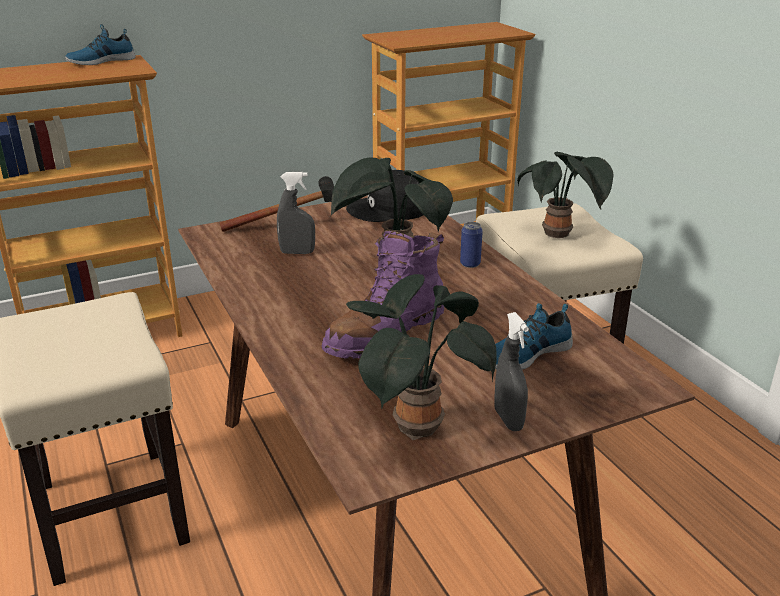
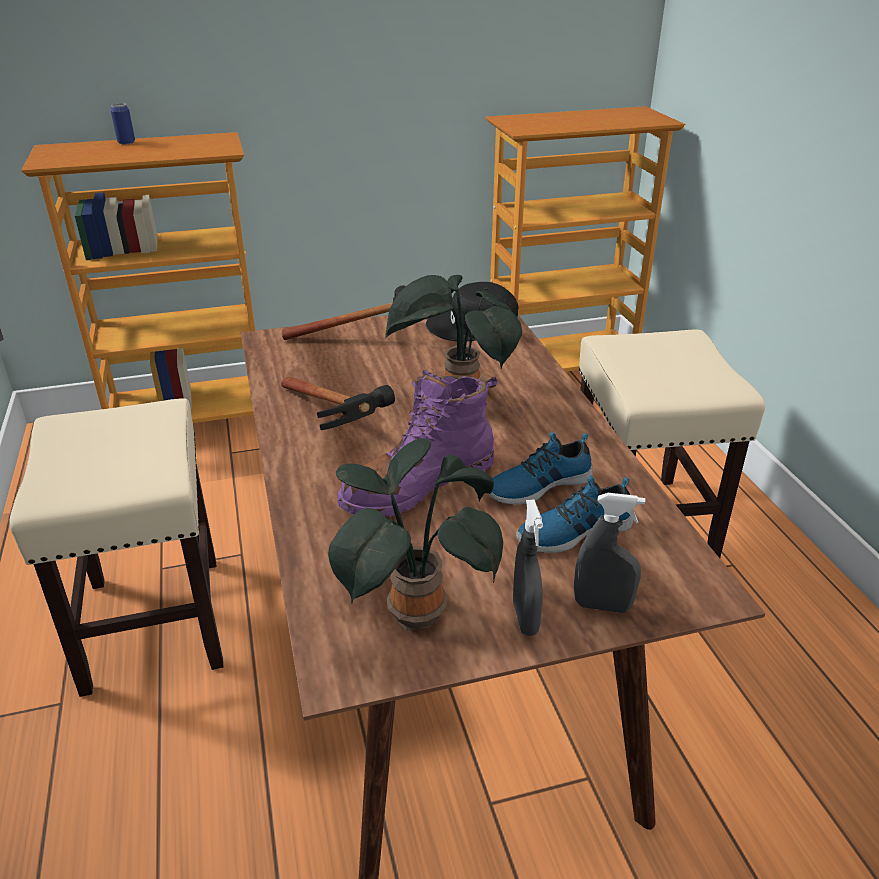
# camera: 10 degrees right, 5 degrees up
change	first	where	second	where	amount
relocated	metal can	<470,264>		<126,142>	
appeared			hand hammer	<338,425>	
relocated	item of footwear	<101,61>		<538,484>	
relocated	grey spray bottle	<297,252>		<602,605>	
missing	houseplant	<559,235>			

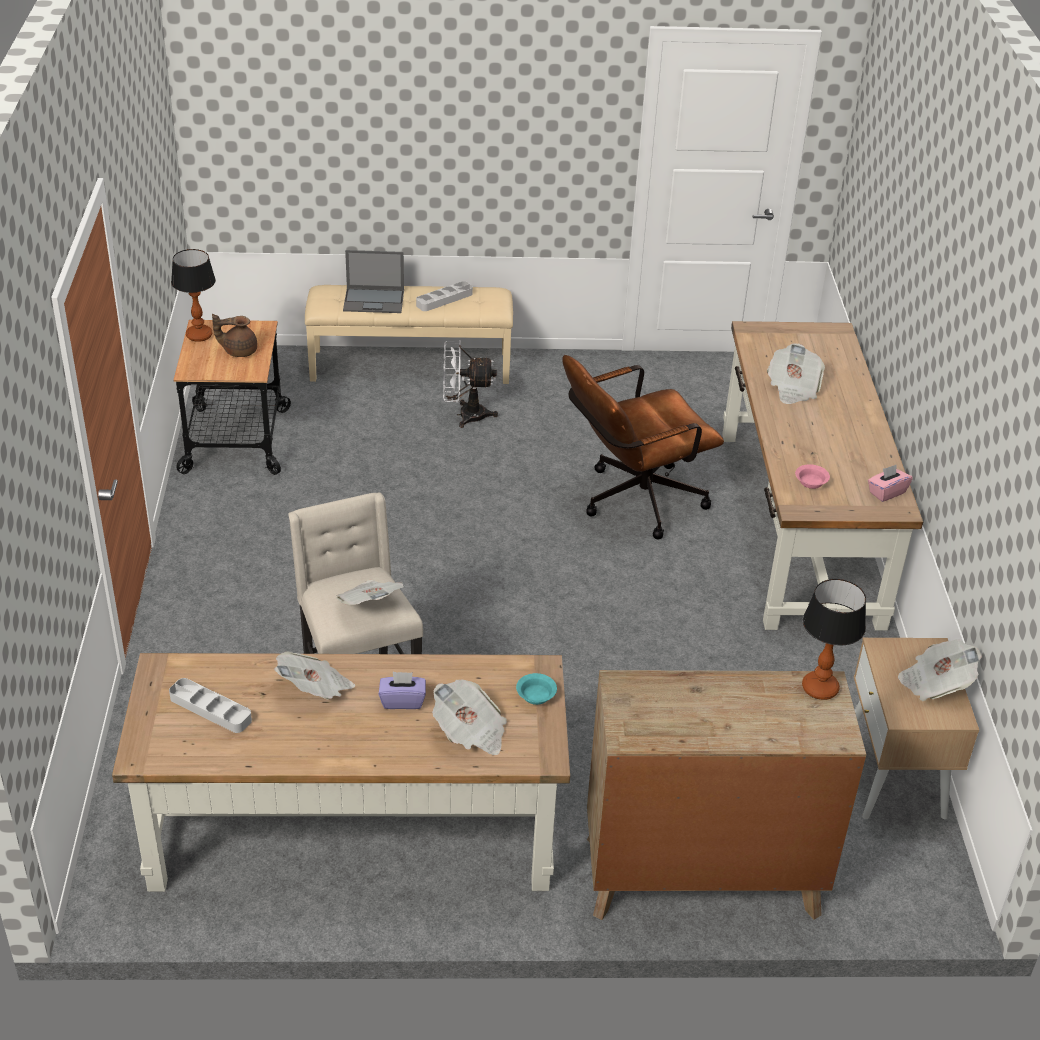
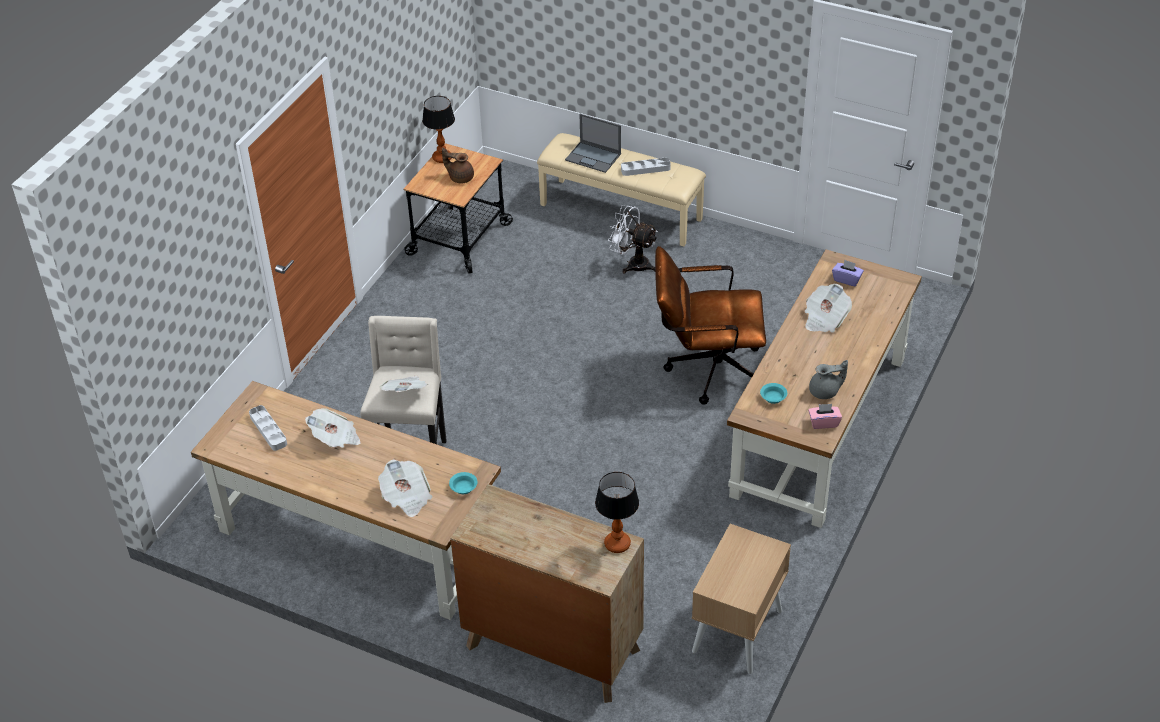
# camera: 30 degrees right, 5 degrees up
change	first	where	second	where	amount
colour	pink-coloured serving bowl	<810,482>	turquoise serving bowl	<773,397>	
appeared			grey tea pot	<825,392>	
relocated	purple tissue box	<402,701>		<847,279>	
missing	printed paper	<935,683>			

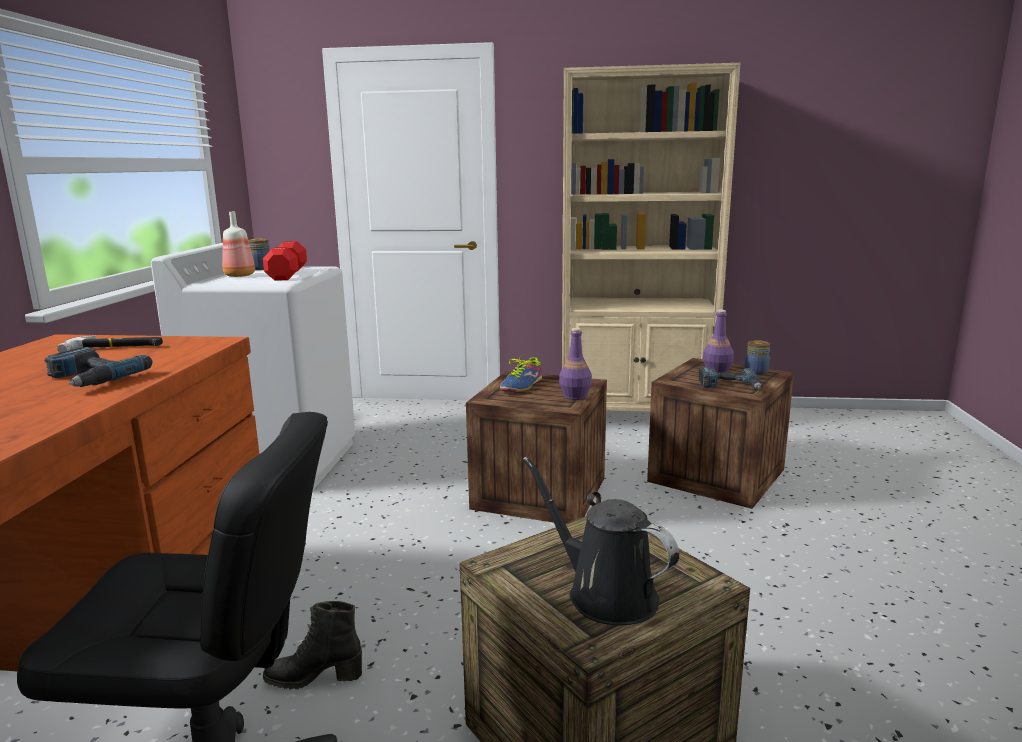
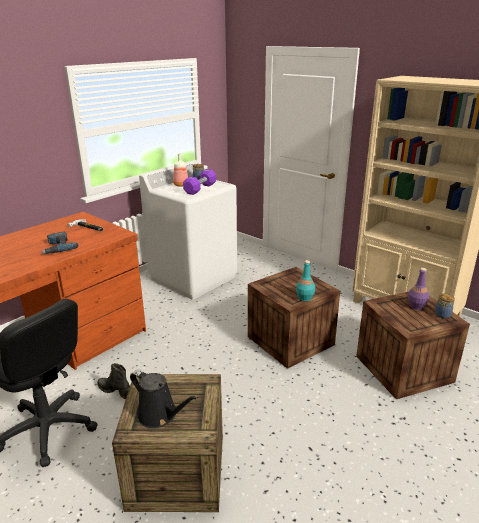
# camera: 35 degrees right, 10 degrees up
change	first	where	second	where	amount
spun	black watering can	<605,594>		<160,415>	135 degrees clockwise
colour	reddish free weight	<287,274>	purple free weight	<200,189>	
colour	purple drink bottle	<575,396>	turquoise drink bottle	<304,298>	
missing	item of footwear	<522,385>			
missing	power drill	<729,385>			

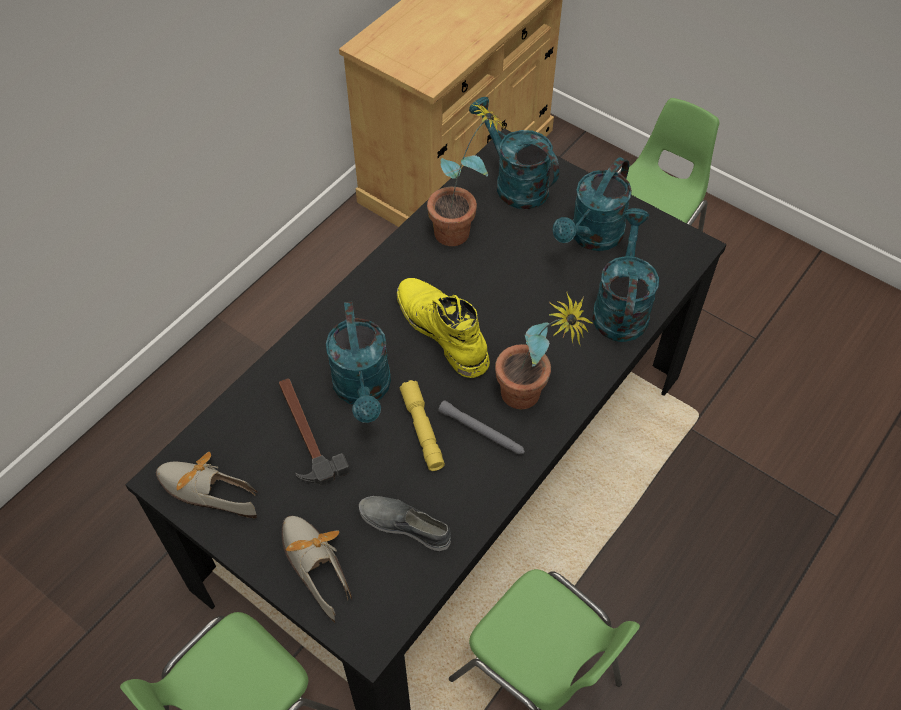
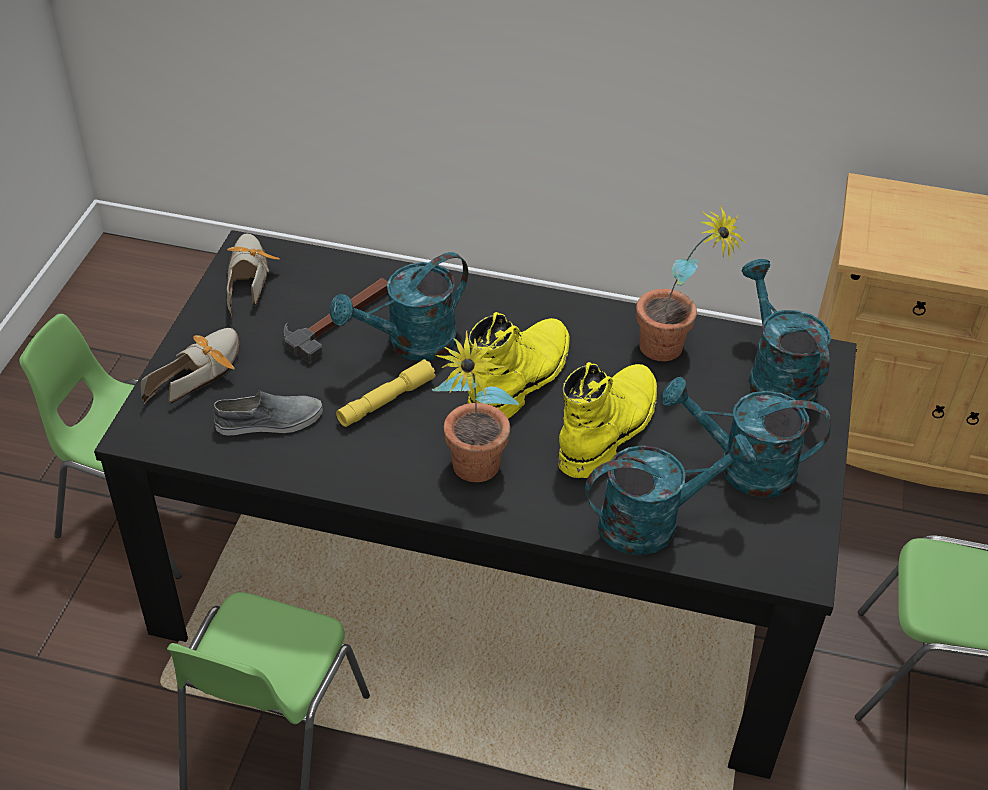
# camera: 65 degrees right, 10 degrees down
change	first	where	second	where	amount
spun	grey item of footwear	<405,524>		<269,421>	75 degrees clockwise
appeared			yellow-coloured tall boot	<609,428>	
spun	turquoise watering can	<514,183>		<775,376>	45 degrees counterclockwise
missing	grey flashlight	<482,432>			

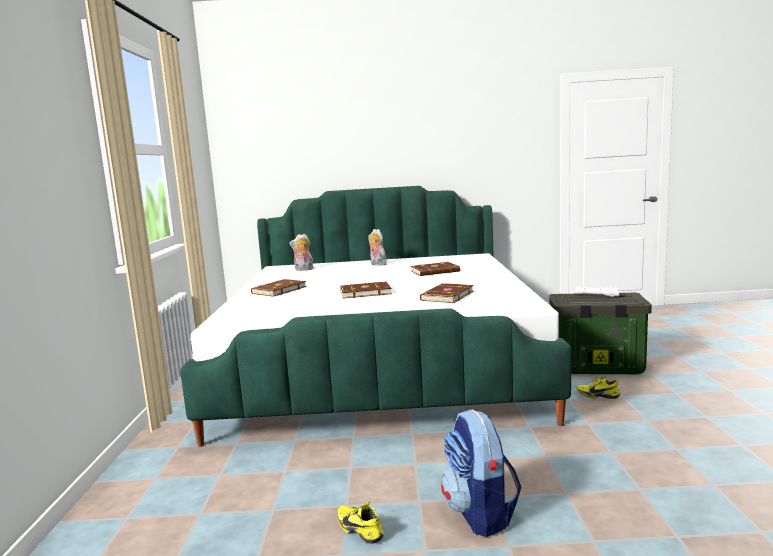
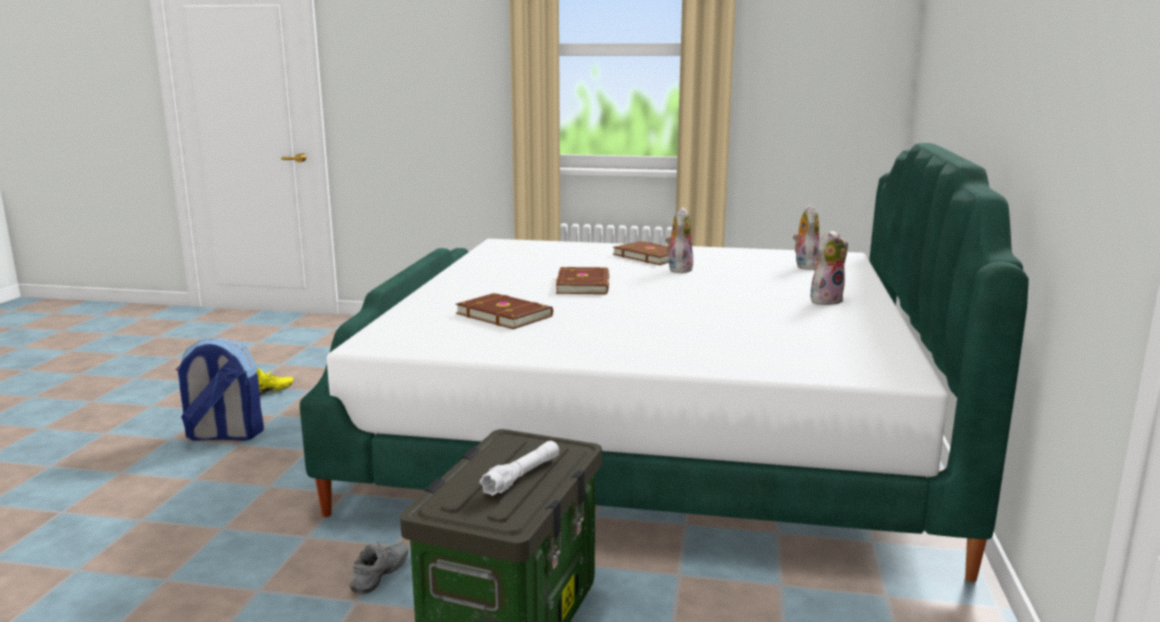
# camera: 100 degrees right, 5 degrees up
change	first	where	second	where	amount
colour	yellow-coloured item of footwear	<598,395>	grey item of footwear	<382,577>	
appeared			soft toy	<678,269>	
missing	brownish bound book	<435,271>			

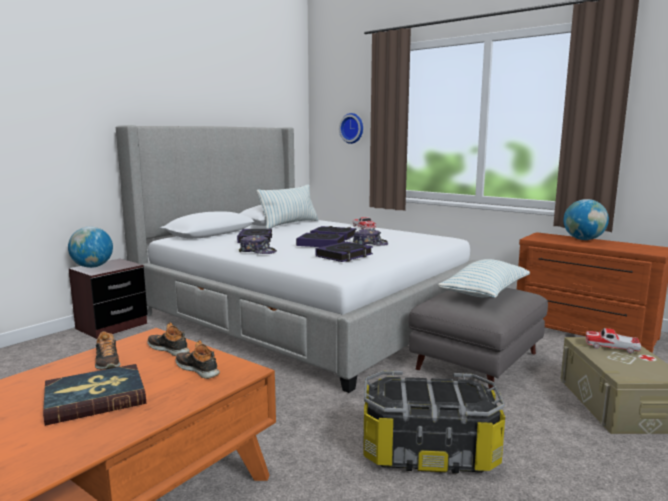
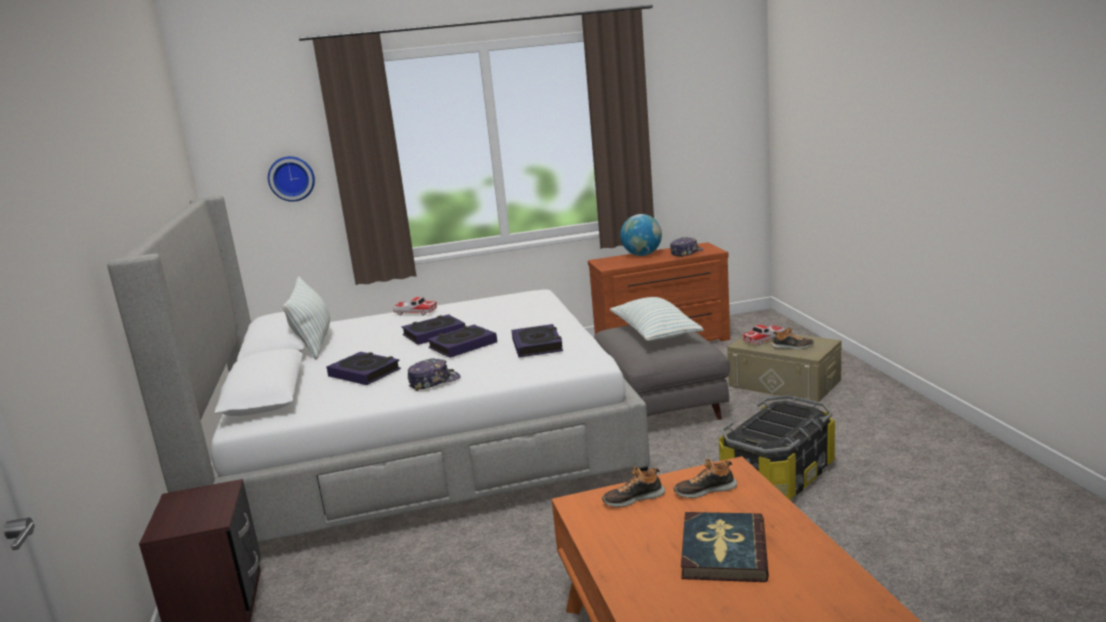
# camera: 50 degrees left, 5 degrees up
change	first	where	second	where	amount
relocated	baseball cap	<370,244>		<686,253>	
relocated	item of footwear	<107,362>		<792,347>	
missing	world globe	<92,267>			

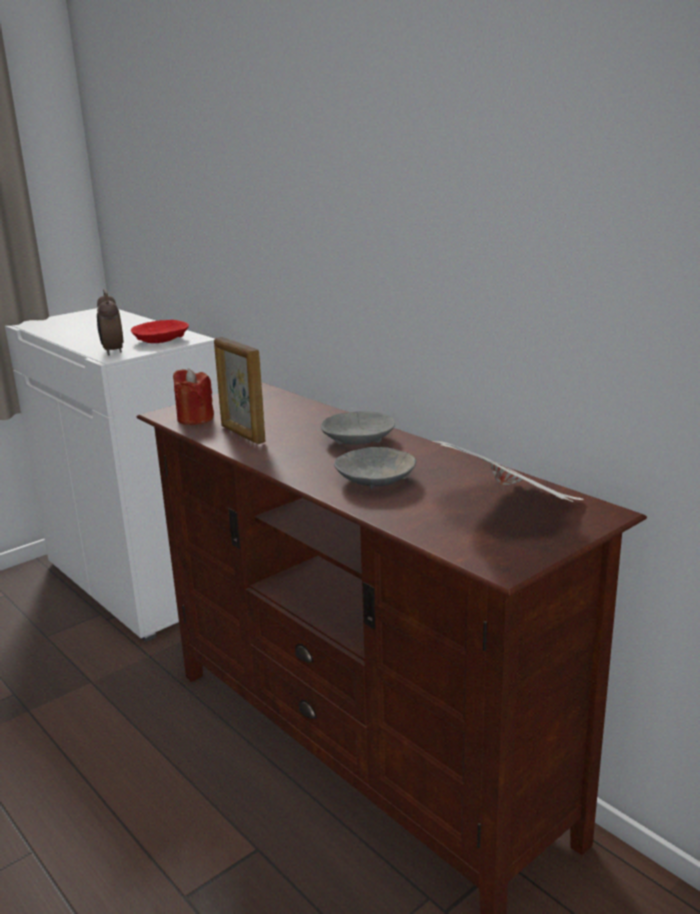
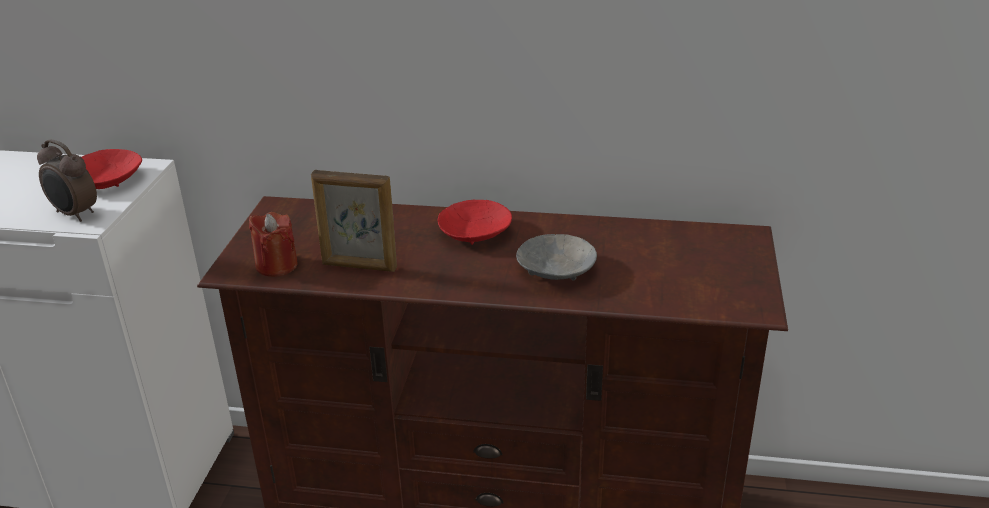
# camera: 40 degrees left, 10 degrees up
change	first	where	second	where	amount
colour	grey serving bowl	<358,439>	reddish serving bowl	<474,233>	
missing	printed paper	<509,509>			

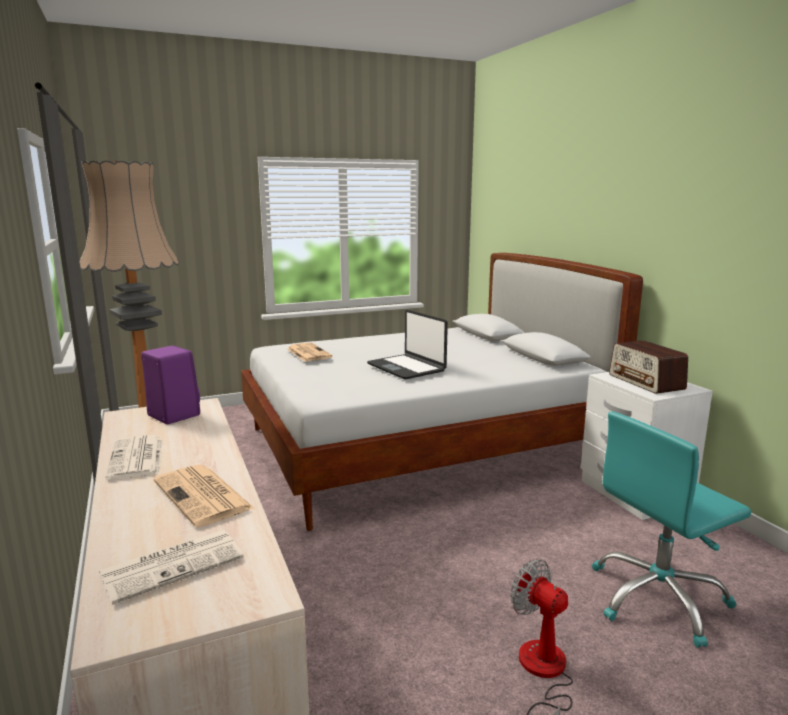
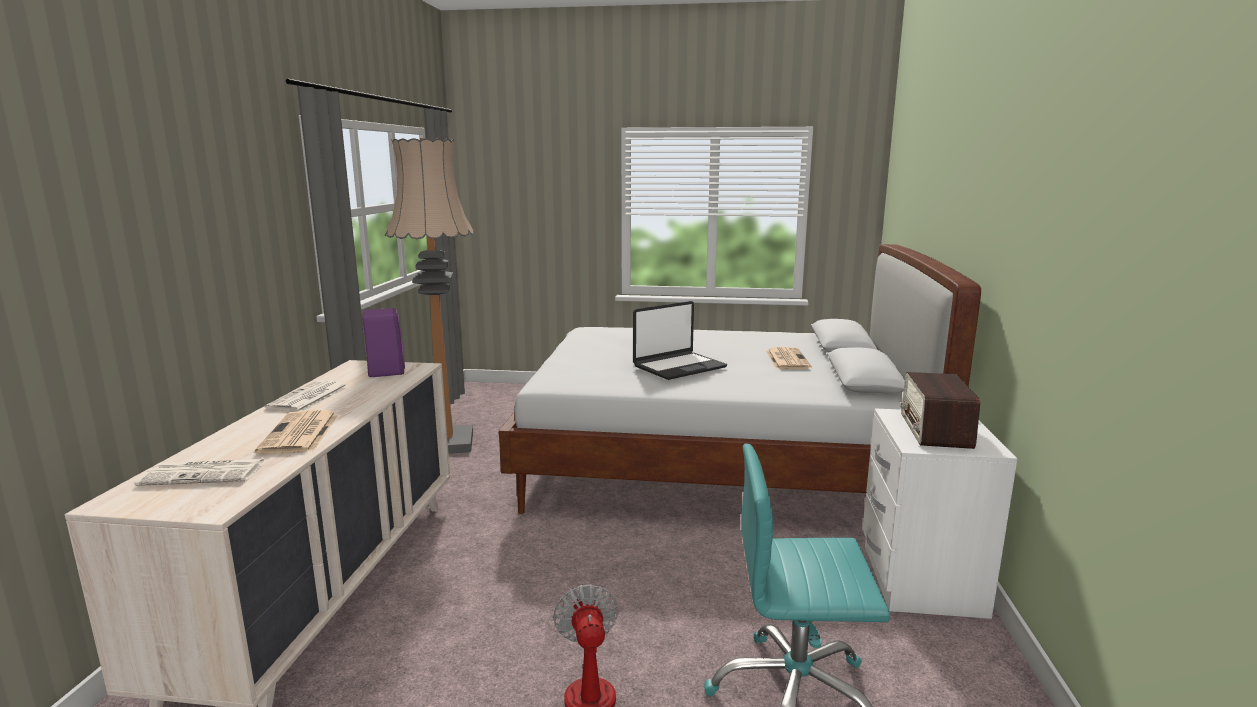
# camera: 30 degrees right, 0 degrees up
change	first	where	second	where	amount
spun	notebook computer	<407,367>		<679,367>	120 degrees counterclockwise
relocated	printed paper	<308,353>		<786,359>	

